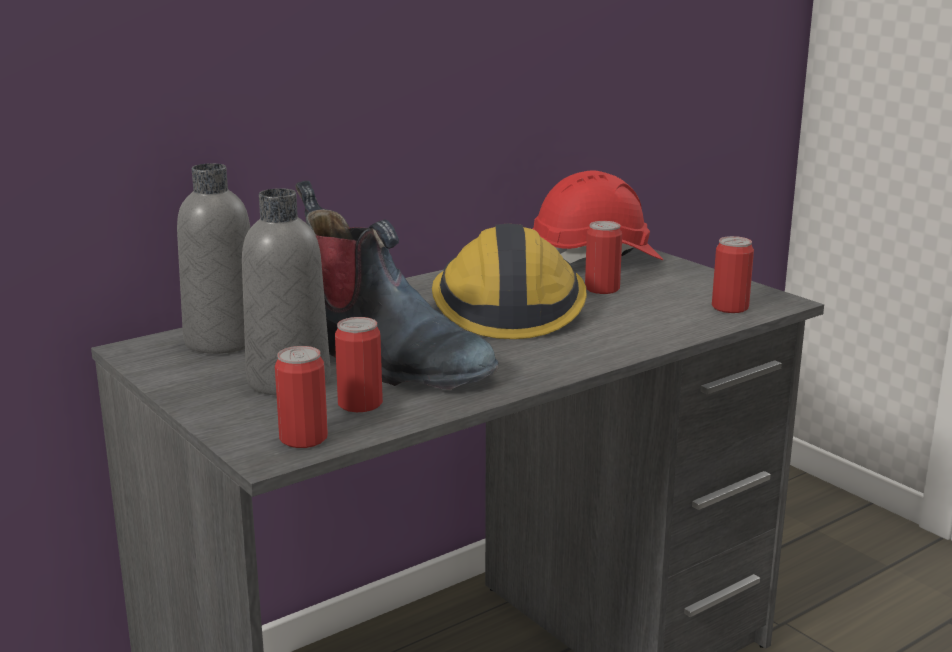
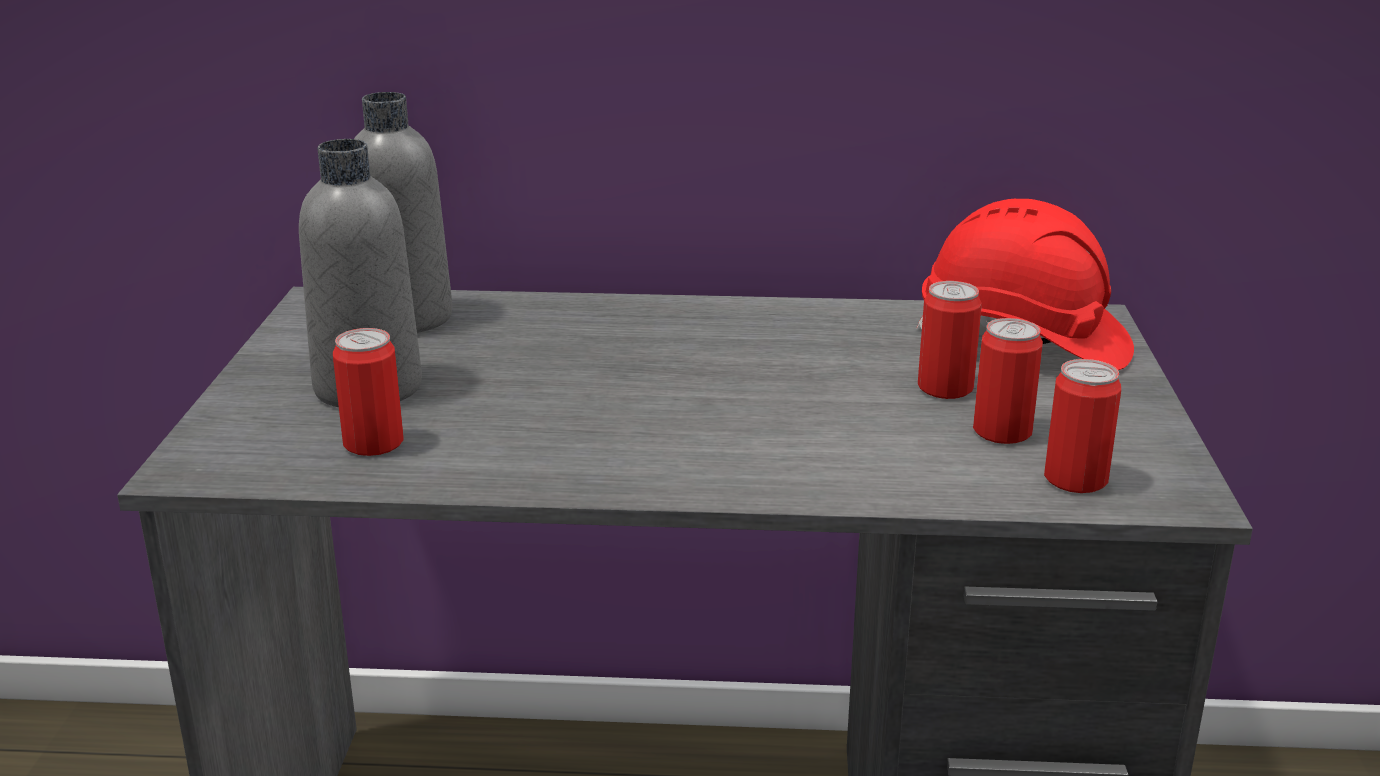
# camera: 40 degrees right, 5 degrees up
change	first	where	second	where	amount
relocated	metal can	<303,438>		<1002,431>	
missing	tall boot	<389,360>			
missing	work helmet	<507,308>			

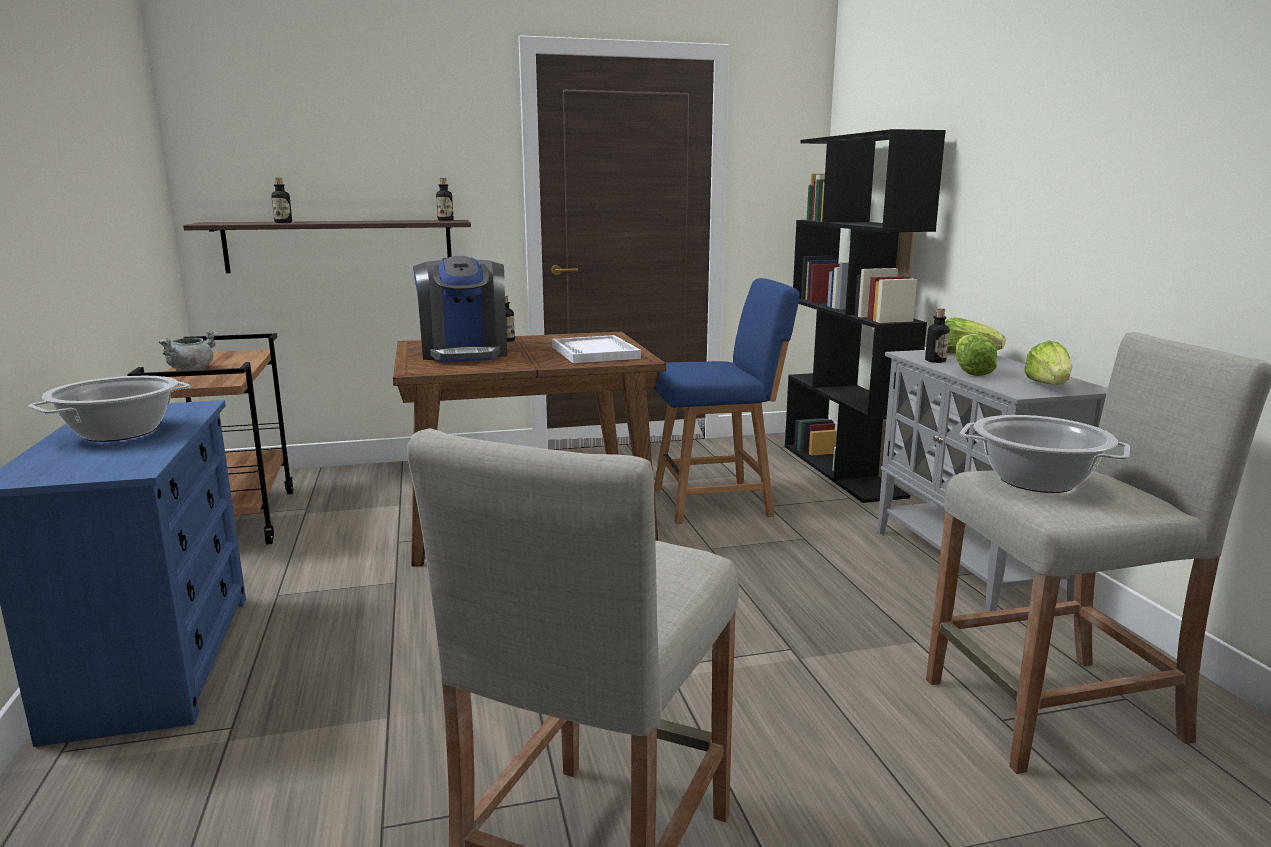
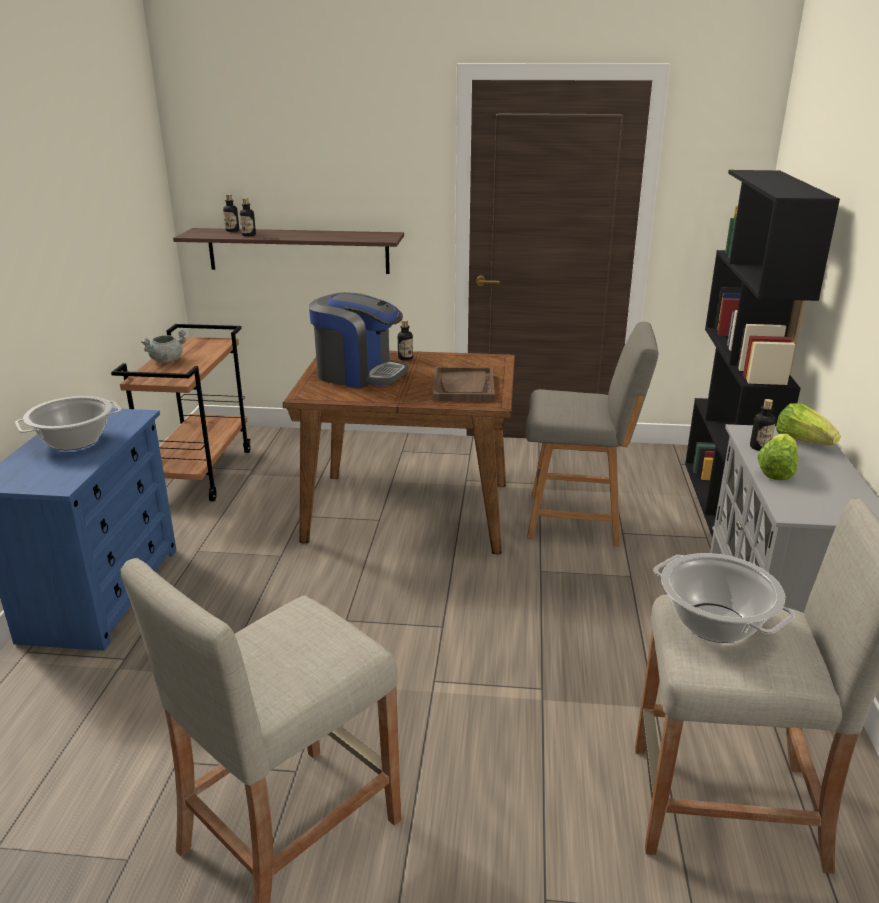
# camera: 20 degrees right, 10 degrees up
change	first	where	second	where	amount
relocated	drink bottle	<445,220>		<232,230>	
spun	coffee machine	<464,353>		<359,374>	75 degrees counterclockwise
colour	white-coloured carrying tray	<595,352>	brownish carrying tray	<463,387>	
colour	blue chair	<716,501>	grey chair	<578,519>	
missing	lettuce head	<1048,386>			

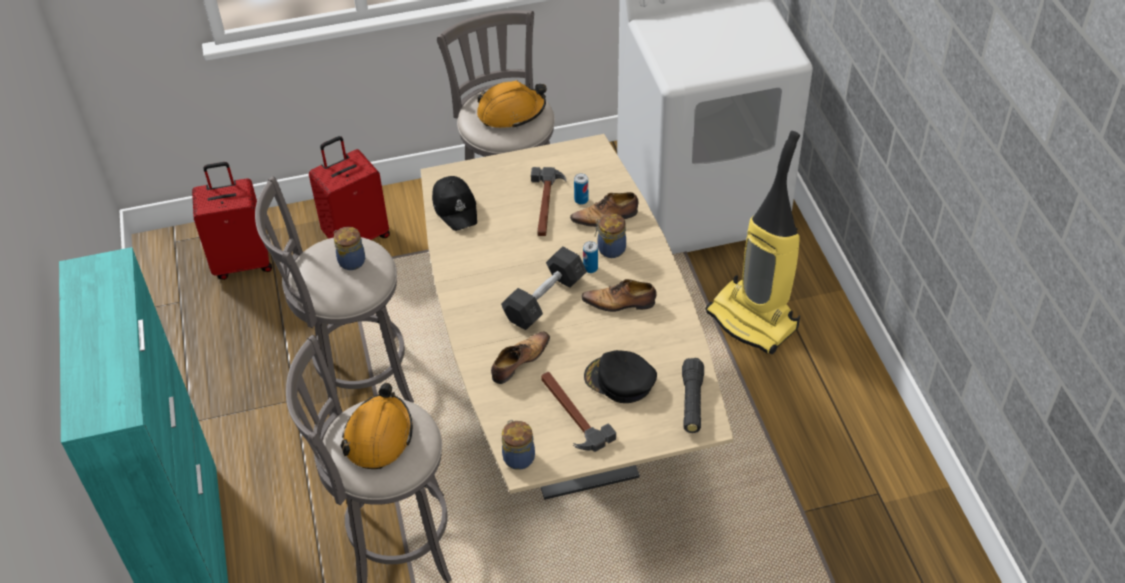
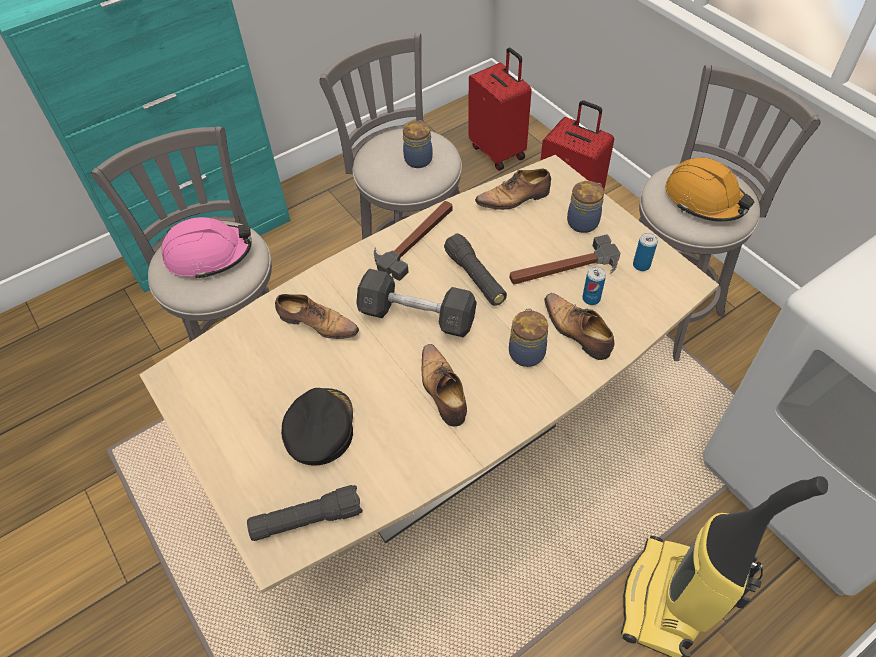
# camera: 70 degrees right, 5 degrees up
change	first	where	second	where	amount
colour	orange work helmet	<378,436>	pink-coloured work helmet	<209,255>	
relocated	hand hammer	<571,413>		<416,239>	
appeared			black flashlight	<475,277>	
exchanged	black baseball cap	<456,208>	item of footwear	<515,198>	
relocated	storage jar	<518,456>		<583,222>	
relocated	metal can	<590,268>		<641,265>	

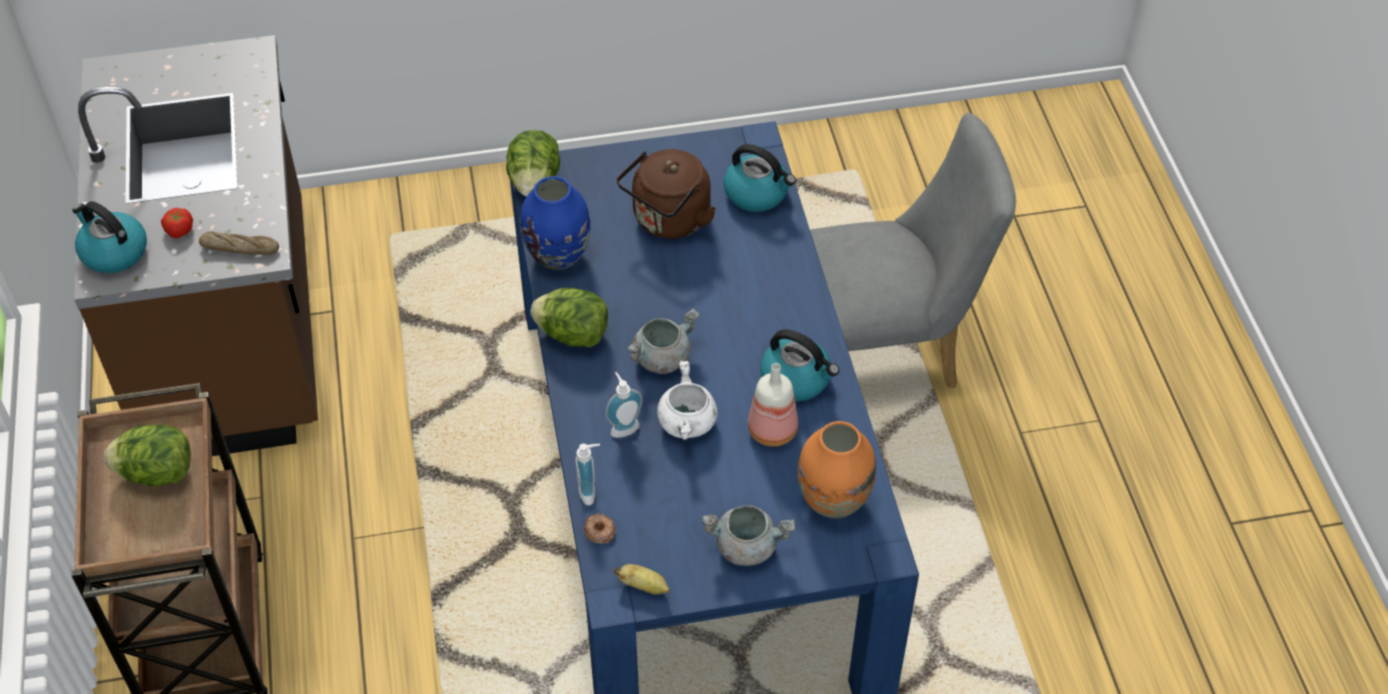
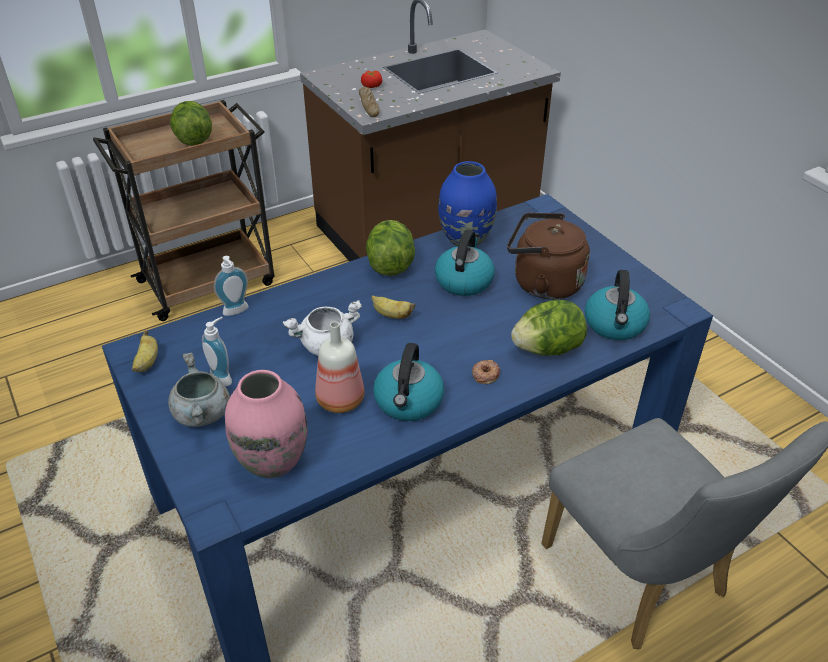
# camera: 70 degrees right, 10 degrees down
change	first	where	second	where	amount
relocated	soap bottle	<623,427>		<223,376>	
colour	orange decorative vase	<833,501>	pink-coloured decorative vase	<271,461>	
exchanged	grey stockpot	<661,357>	whole banana	<391,315>	
relocated	tea kettle	<113,252>		<464,280>	
relocated	ring doughnut	<599,531>		<485,374>	
relocated	lettuce head	<534,182>		<547,349>	

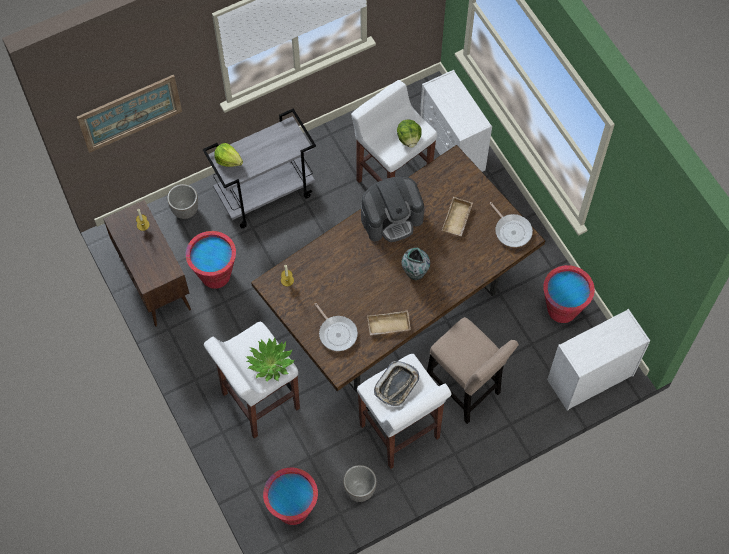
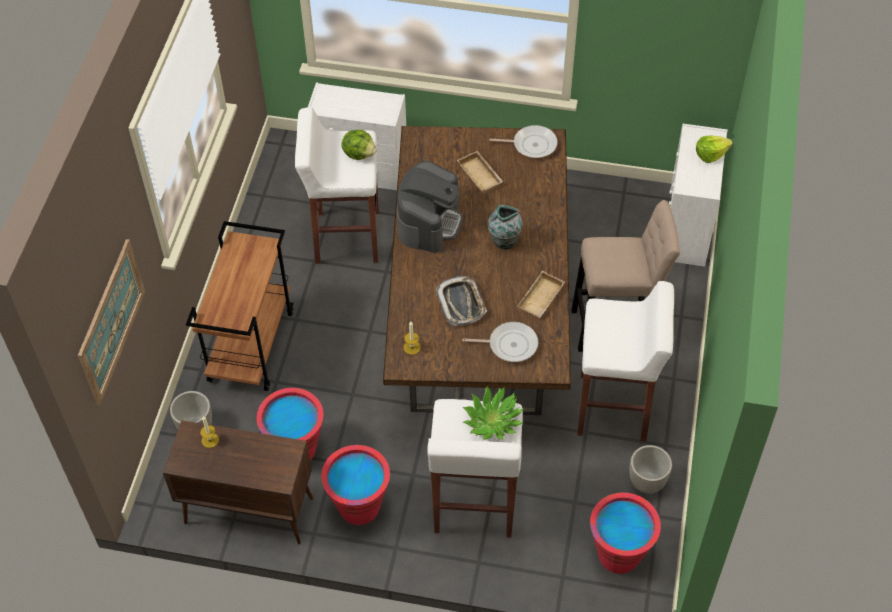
# camera: 50 degrees left, 10 degrees down
change	first	where	second	where	amount
colour	grey cart	<266,193>	brownish cart	<251,345>	
relocated	reddish bucket	<562,309>		<359,507>	
relocated	carrying tray	<397,385>		<461,303>	
relocated	lettuce head	<228,160>		<710,154>	

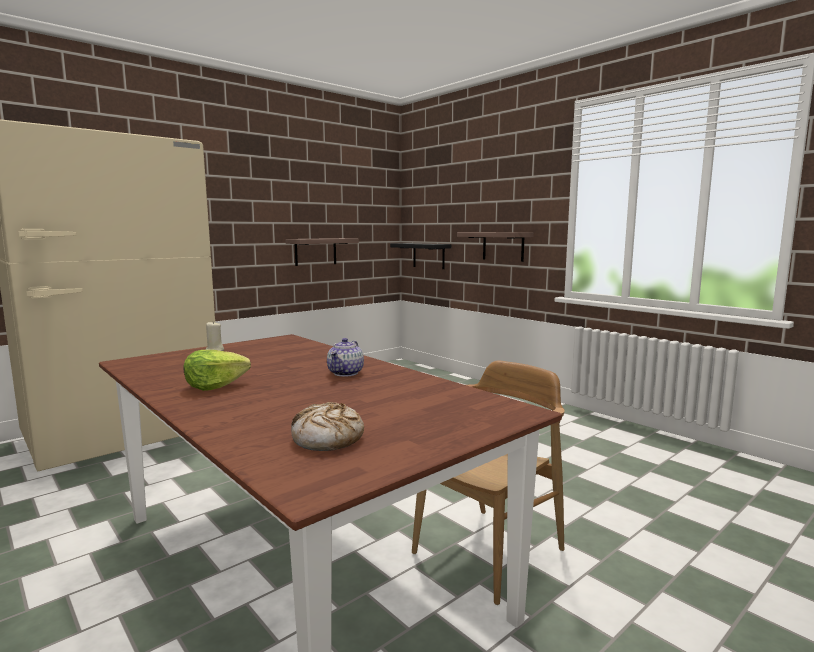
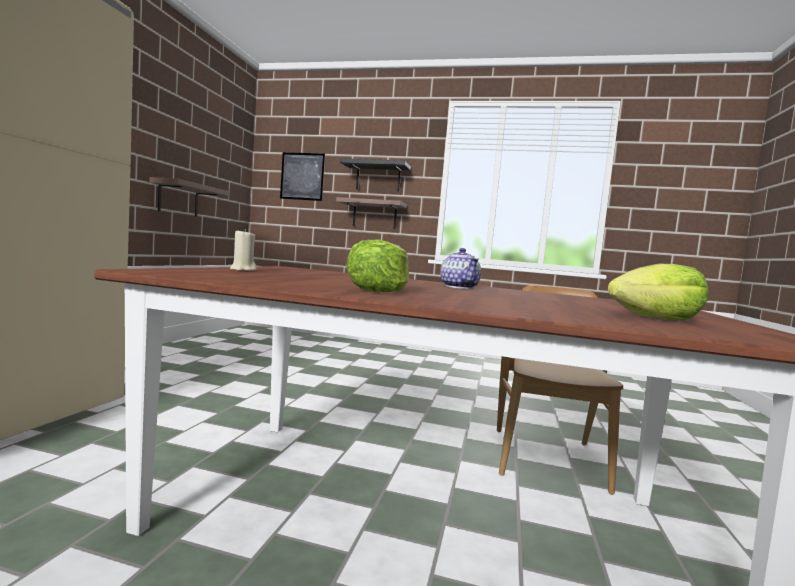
# camera: 35 degrees left, 5 degrees down
change	first	where	second	where	amount
appeared			picture	<302,176>	
relocated	black bracket shelf	<428,255>		<378,177>	
exchanged	baked bread	<327,439>	lettuce head	<655,319>	

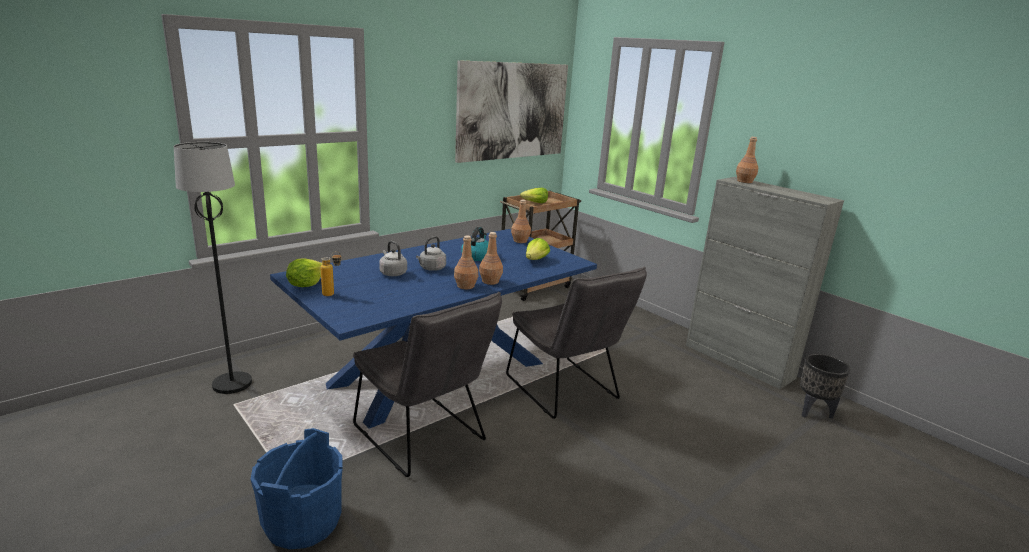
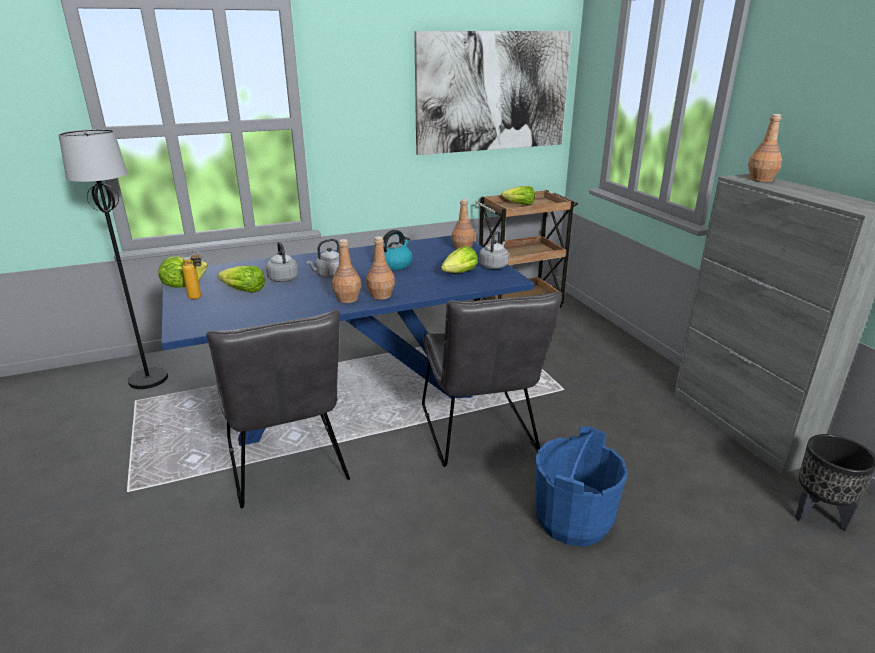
# camera: 20 degrees right, 5 degrees up
change	first	where	second	where	amount
appeared			lettuce head	<243,291>	
appeared			grey tea kettle	<494,266>	
relocated	blue bucket	<302,522>		<573,519>	

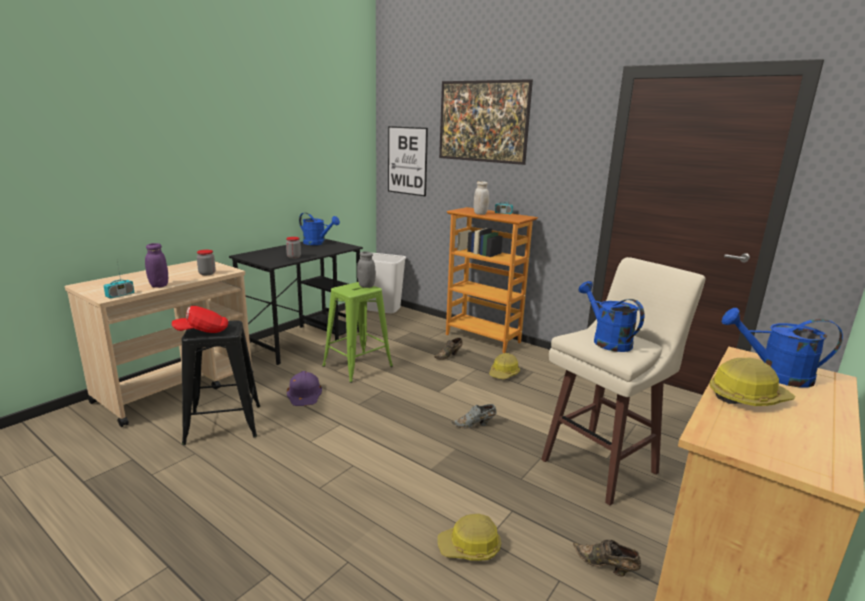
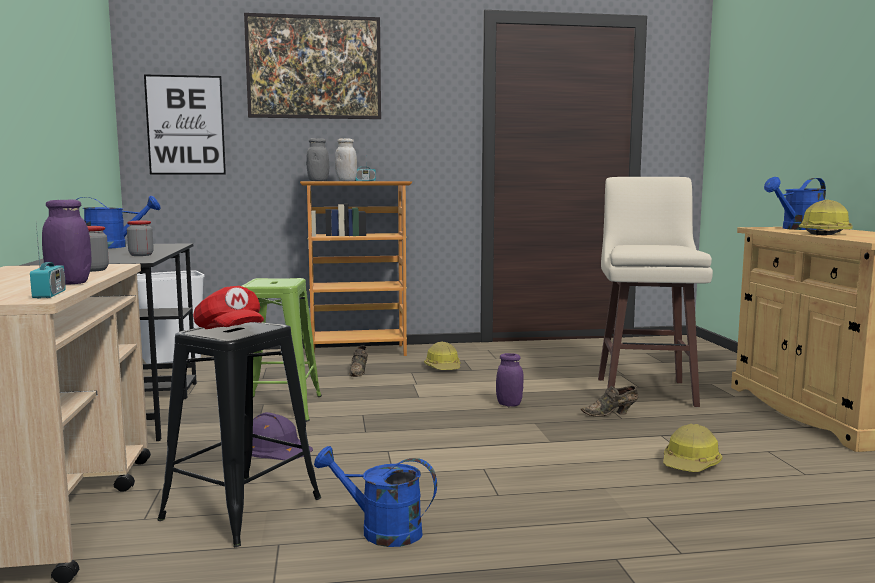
# camera: 45 degrees left, 10 degrees down
change	first	where	second	where	amount
spun	reddish baseball cap	<202,331>		<230,332>	60 degrees counterclockwise
relocated	grey storage jar	<366,286>		<318,181>	
relocated	blue watering can	<606,340>		<380,530>	
exchanged	grey item of footwear	<475,425>	purple storage jar	<509,404>	
relocated	brownish item of footwear	<606,566>		<611,414>	

